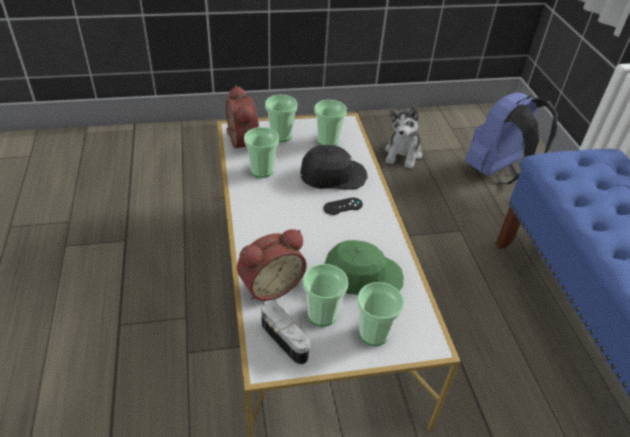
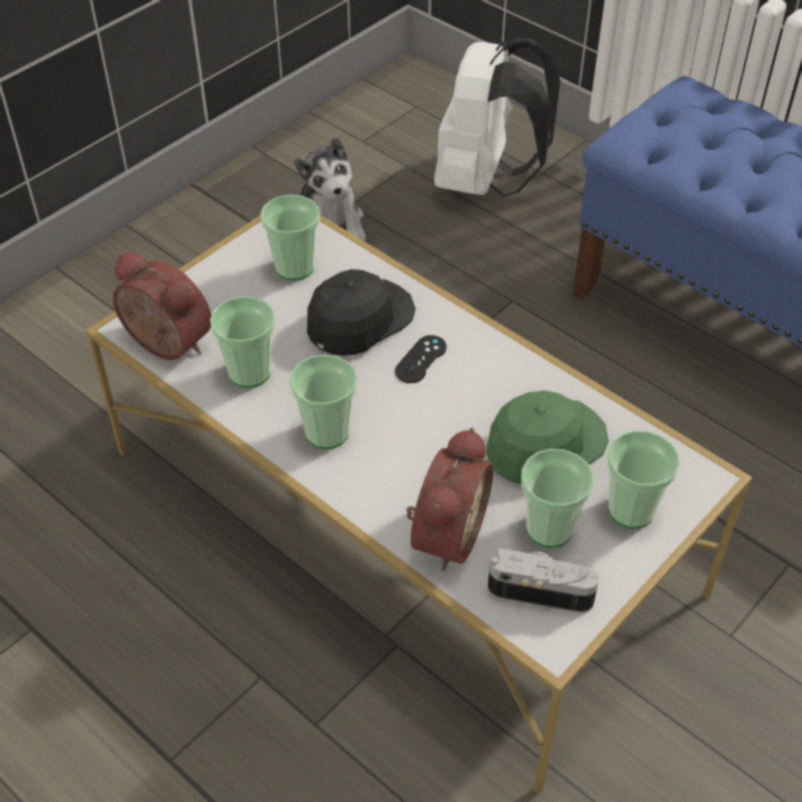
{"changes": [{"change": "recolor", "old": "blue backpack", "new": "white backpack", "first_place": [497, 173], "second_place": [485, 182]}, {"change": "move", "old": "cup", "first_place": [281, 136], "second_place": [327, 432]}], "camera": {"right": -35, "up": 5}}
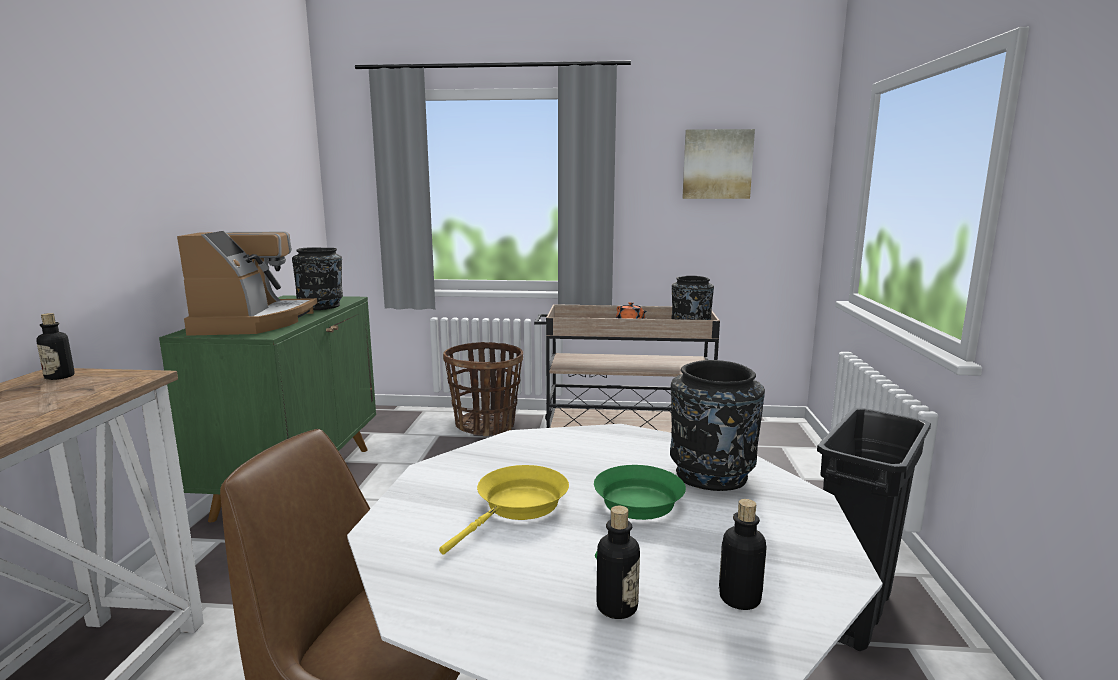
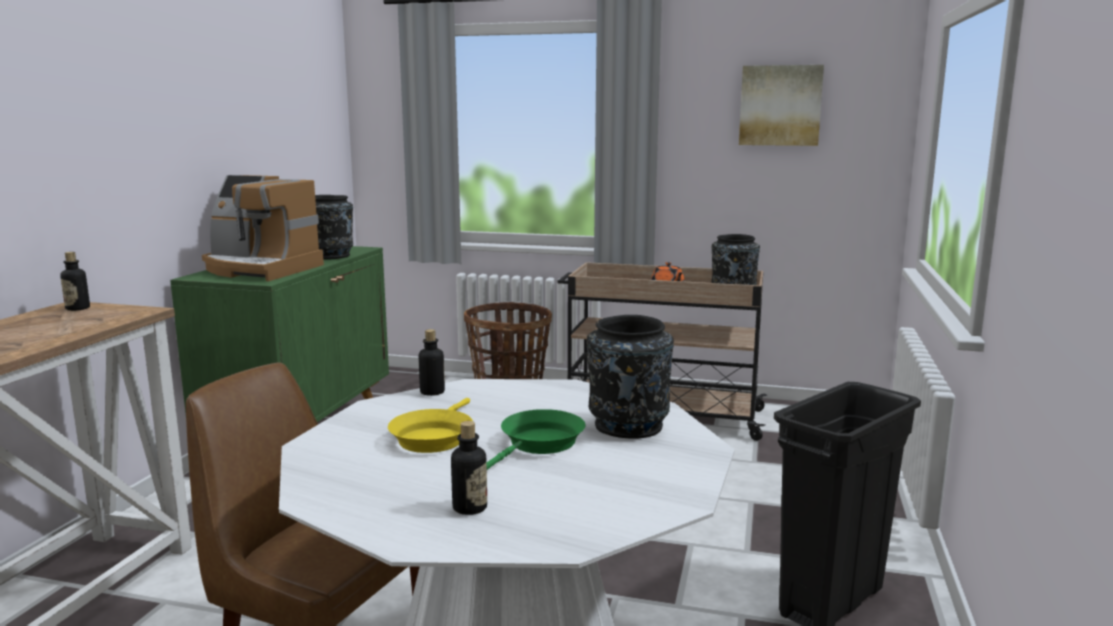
{"changes": [{"change": "rotate", "old": "coffee machine", "first_place": [254, 322], "second_place": [260, 269], "degrees": 105}, {"change": "rotate", "old": "yellow frying pan", "first_place": [518, 507], "second_place": [433, 437], "degrees": 150}, {"change": "move", "old": "bottle", "first_place": [739, 598], "second_place": [432, 392]}], "camera": {"right": 10, "up": 0}}
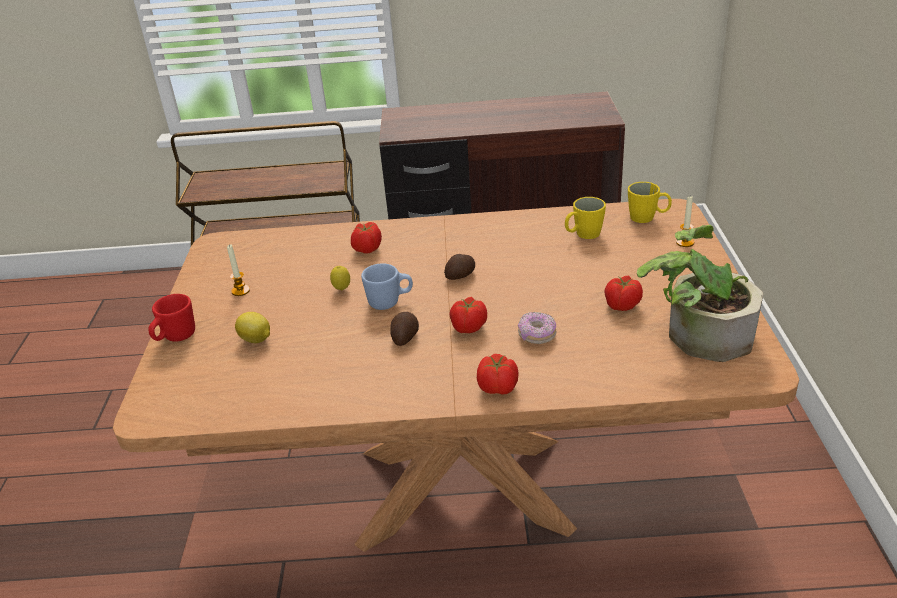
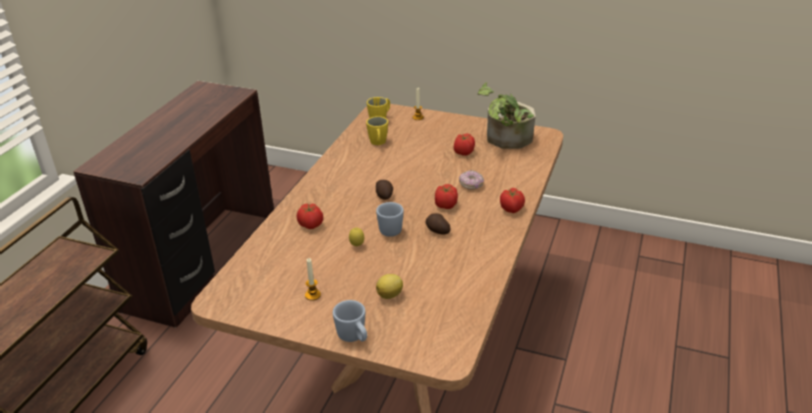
{"changes": [{"change": "recolor", "old": "red mug", "new": "blue mug", "first_place": [175, 338], "second_place": [354, 337]}], "camera": {"right": -70, "up": 0}}
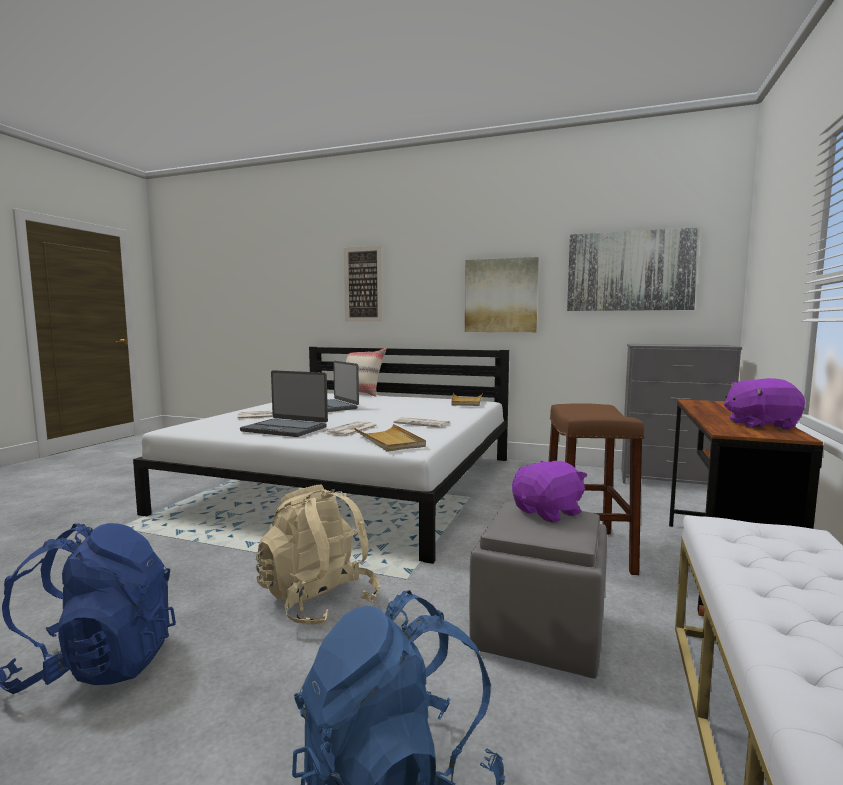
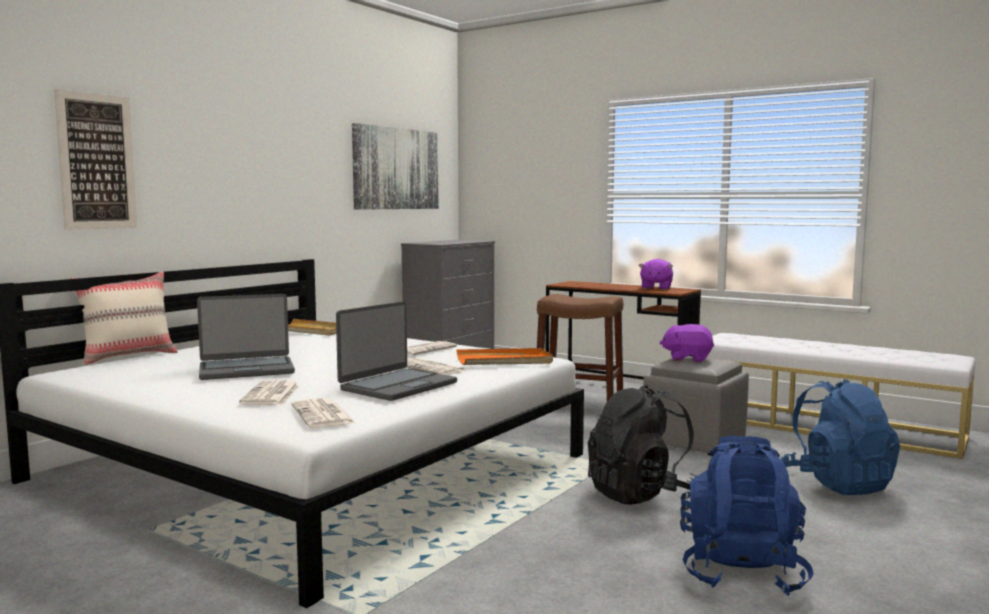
{"changes": [{"change": "delete", "old": "picture", "first_place": [501, 295]}, {"change": "recolor", "old": "beige tray", "new": "orange tray", "first_place": [389, 441], "second_place": [504, 361]}, {"change": "rotate", "old": "purple plush toy", "first_place": [548, 512], "second_place": [687, 359], "degrees": -60}, {"change": "recolor", "old": "beige backpack", "new": "black backpack", "first_place": [318, 601], "second_place": [641, 494]}, {"change": "insert", "new": "newspaper", "second_place": [323, 415]}], "camera": {"right": -75, "up": 0}}
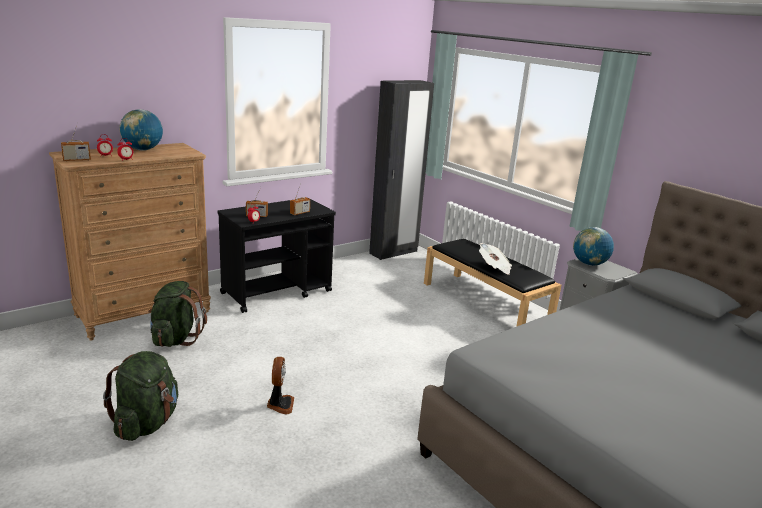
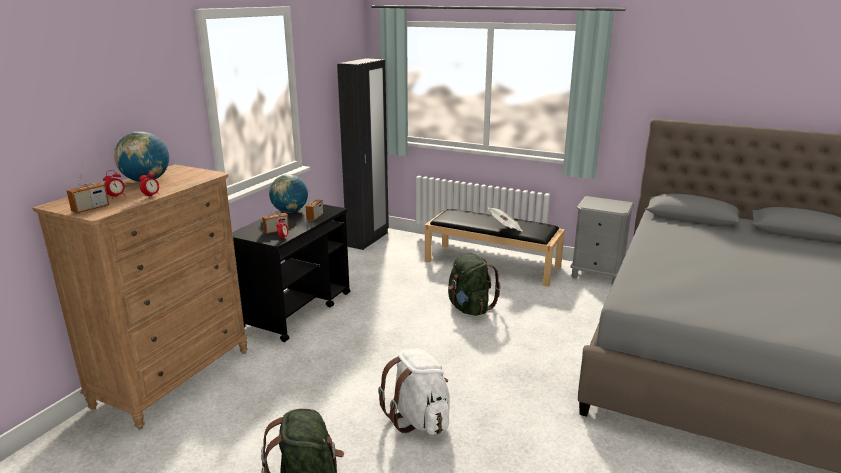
{"changes": [{"change": "move", "old": "globe", "first_place": [589, 264], "second_place": [290, 211]}, {"change": "move", "old": "green backpack", "first_place": [175, 338], "second_place": [469, 308]}, {"change": "replace", "old": "fan", "new": "white backpack", "first_place": [280, 404], "second_place": [419, 419]}], "camera": {"right": -25, "up": 0}}
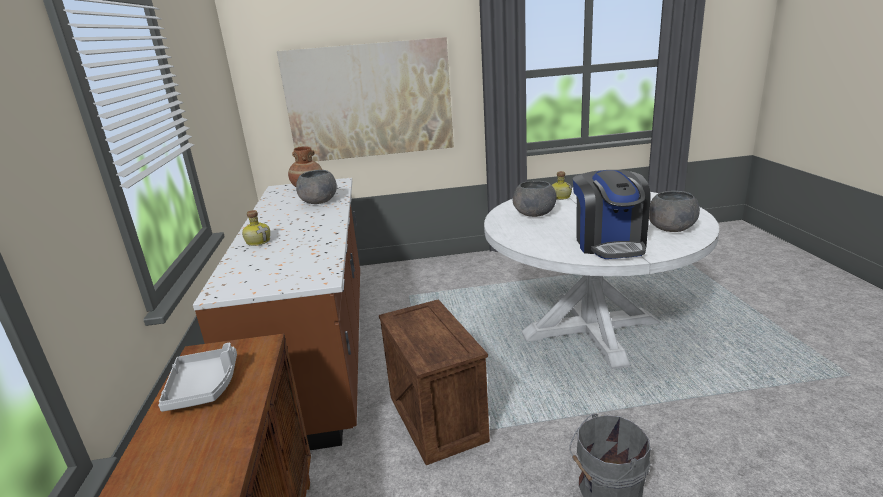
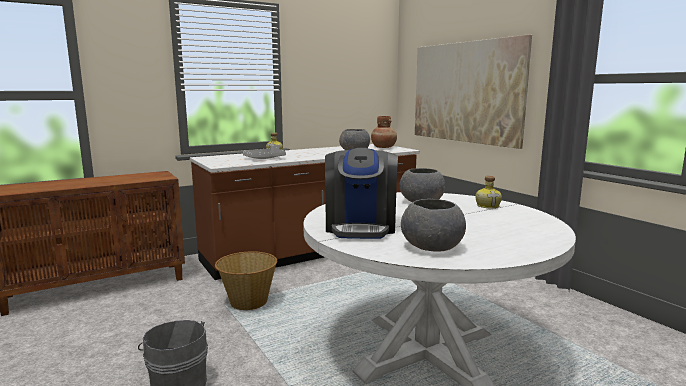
{"changes": [{"change": "rotate", "old": "coffee machine", "first_place": [609, 244], "second_place": [360, 227], "degrees": -60}, {"change": "replace", "old": "crate", "new": "basket", "first_place": [435, 418], "second_place": [248, 302]}, {"change": "move", "old": "grey tray", "first_place": [204, 387], "second_place": [265, 158]}], "camera": {"right": 65, "up": -10}}
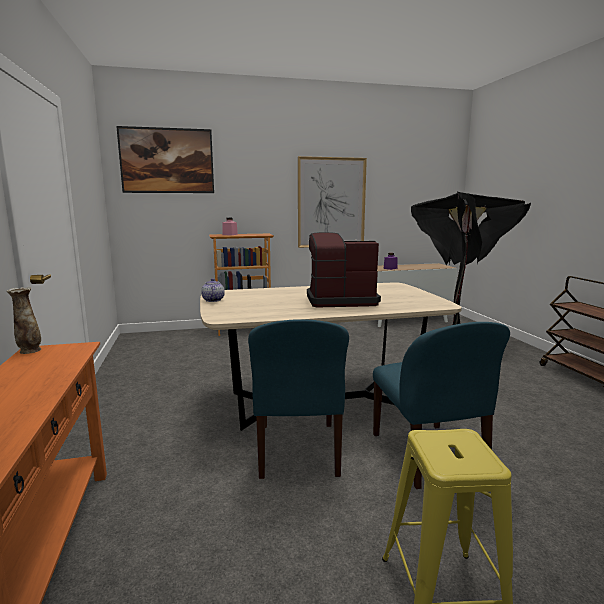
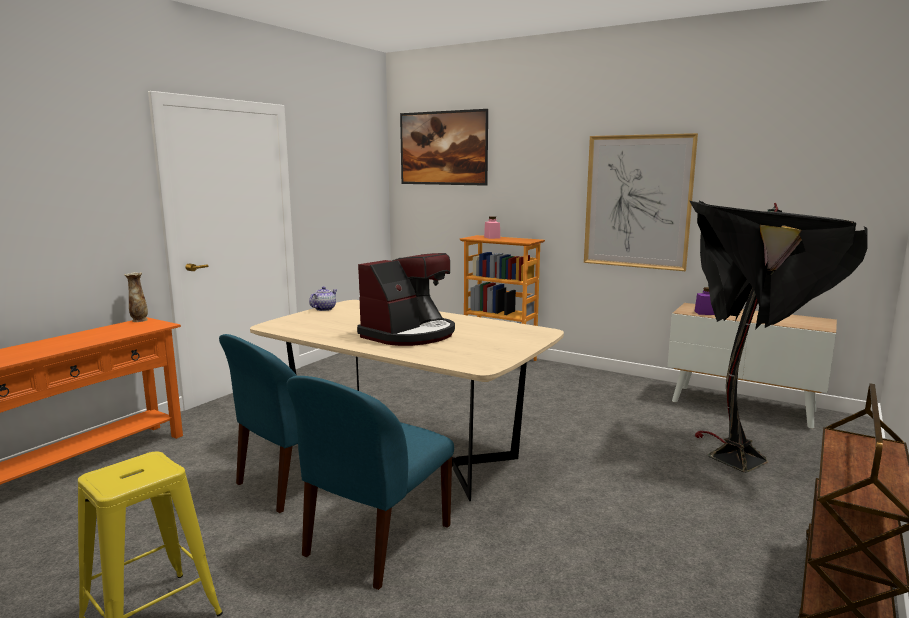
{"changes": [{"change": "rotate", "old": "coffee machine", "first_place": [340, 300], "second_place": [409, 334], "degrees": 90}], "camera": {"right": 45, "up": 0}}
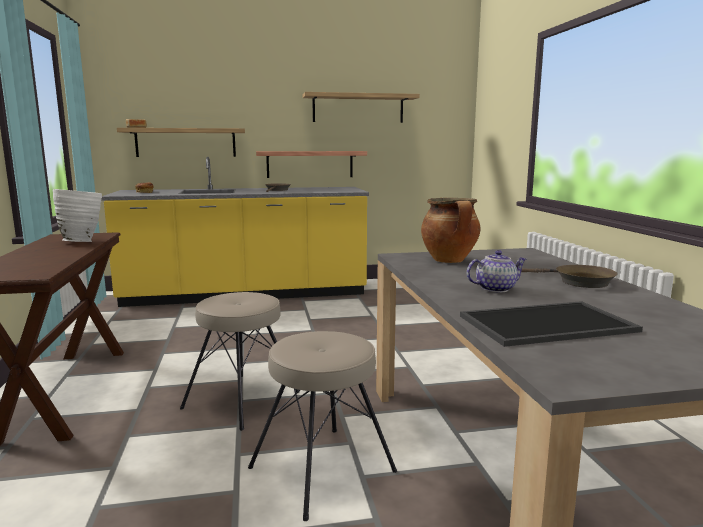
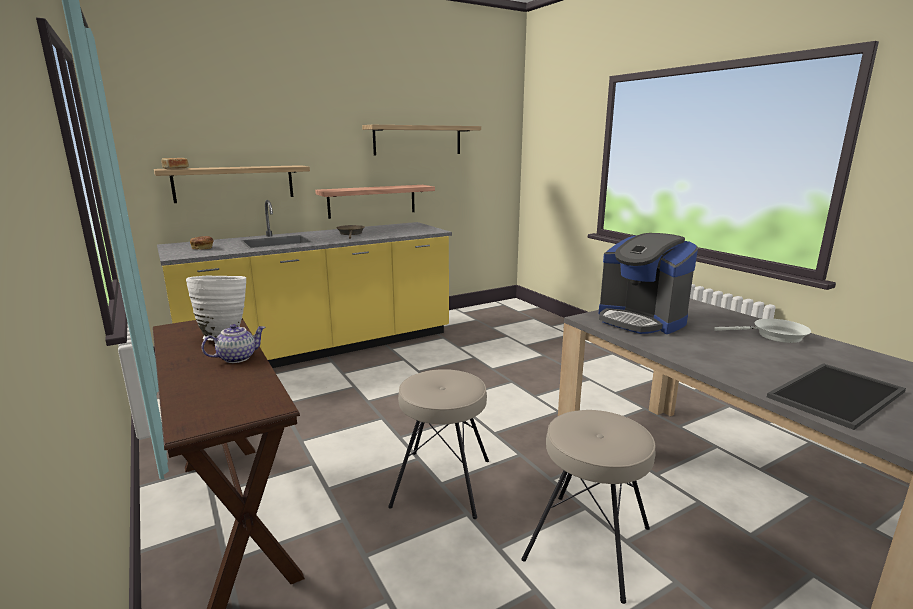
{"changes": [{"change": "replace", "old": "cooking pot", "new": "coffee machine", "first_place": [450, 261], "second_place": [640, 320]}, {"change": "move", "old": "teapot", "first_place": [495, 288], "second_place": [237, 358]}, {"change": "recolor", "old": "brown frying pan", "new": "white frying pan", "first_place": [578, 282], "second_place": [774, 336]}], "camera": {"right": -20, "up": 5}}
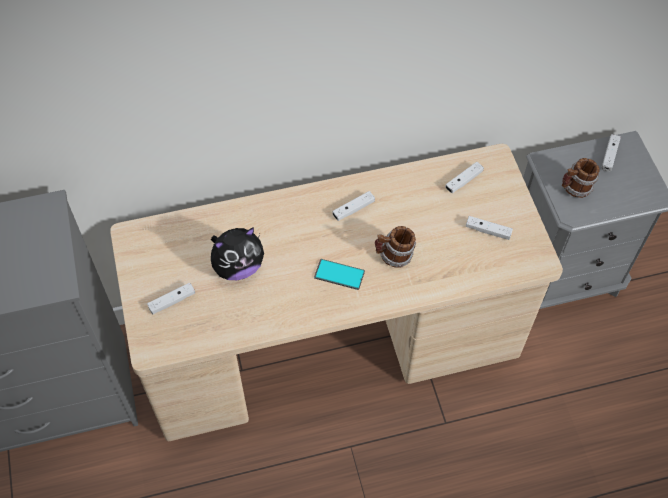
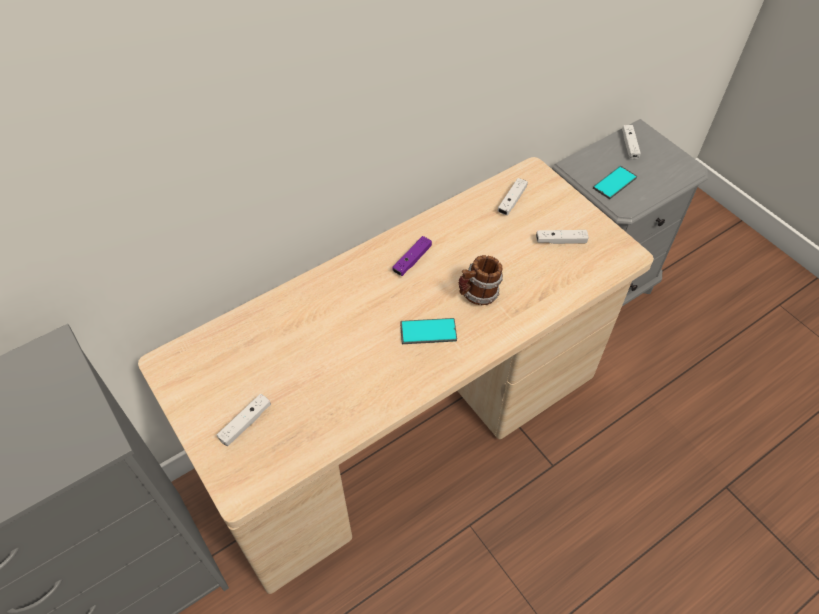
{"changes": [{"change": "replace", "old": "mug", "new": "phone", "first_place": [575, 188], "second_place": [614, 183]}, {"change": "recolor", "old": "white game controller", "new": "purple game controller", "first_place": [353, 209], "second_place": [412, 260]}, {"change": "delete", "old": "plush toy", "first_place": [238, 266]}], "camera": {"right": -20, "up": -5}}
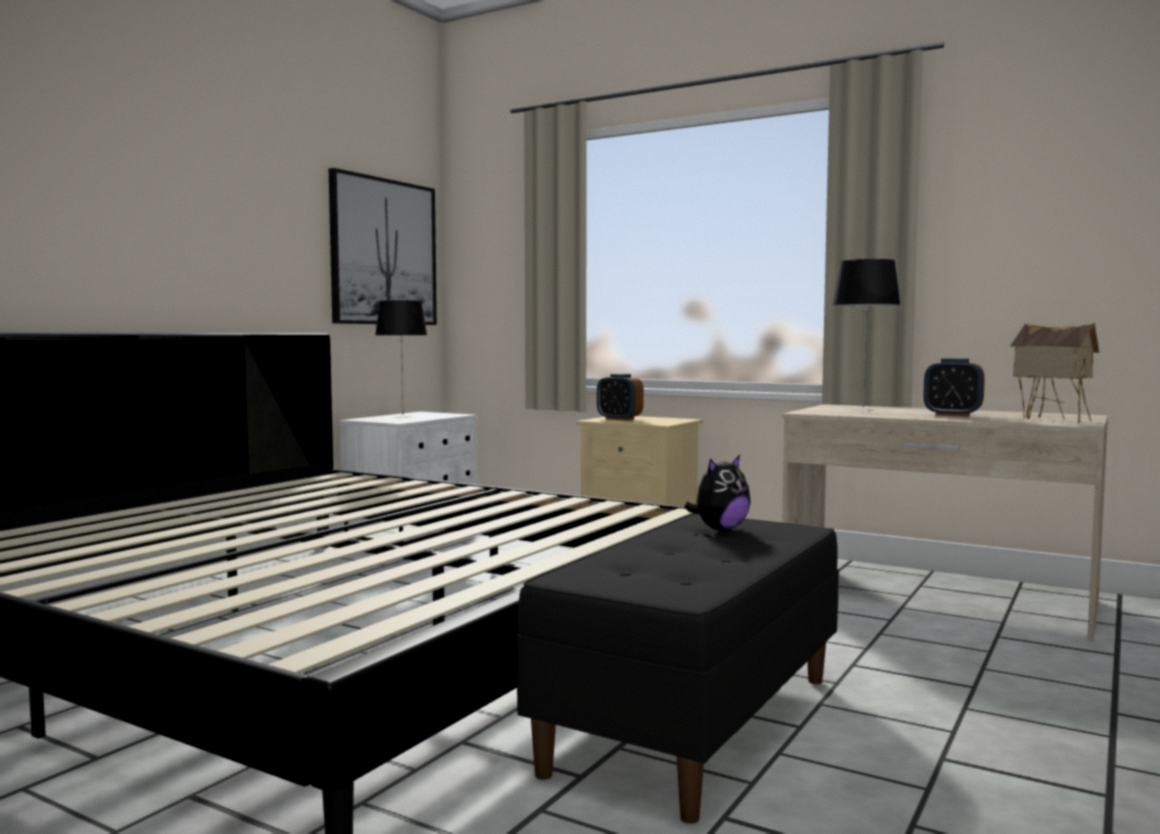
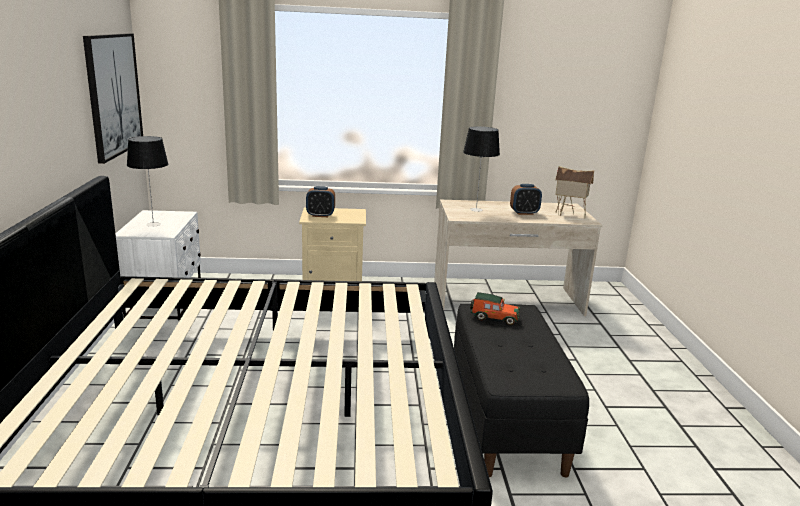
{"changes": [{"change": "replace", "old": "plush toy", "new": "toy car", "first_place": [720, 529], "second_place": [493, 318]}], "camera": {"right": -35, "up": 15}}
